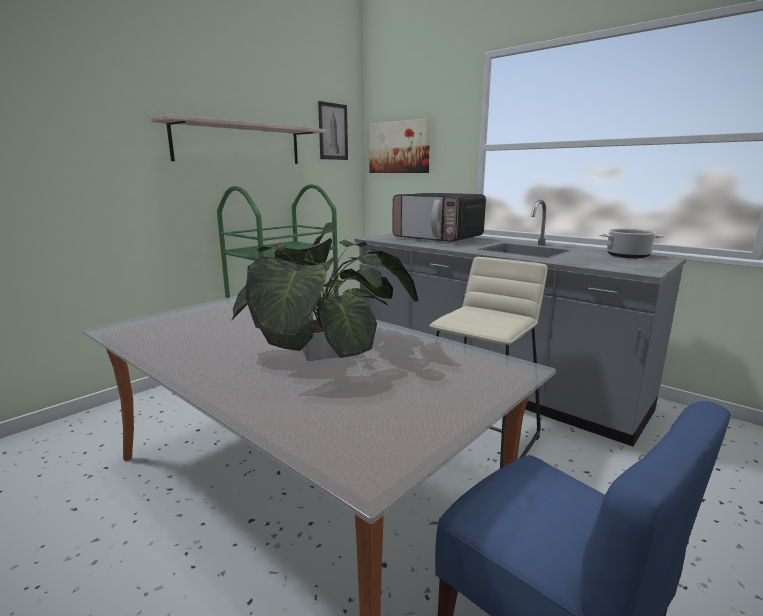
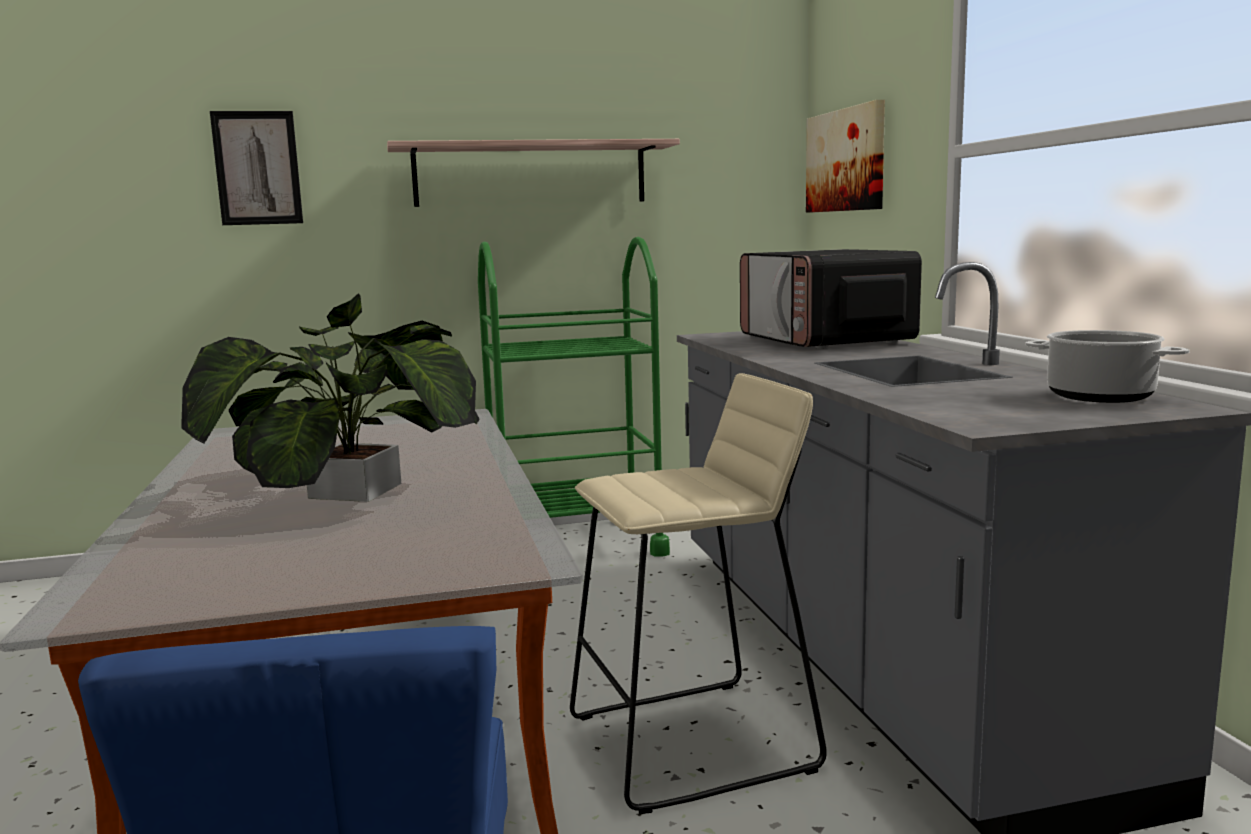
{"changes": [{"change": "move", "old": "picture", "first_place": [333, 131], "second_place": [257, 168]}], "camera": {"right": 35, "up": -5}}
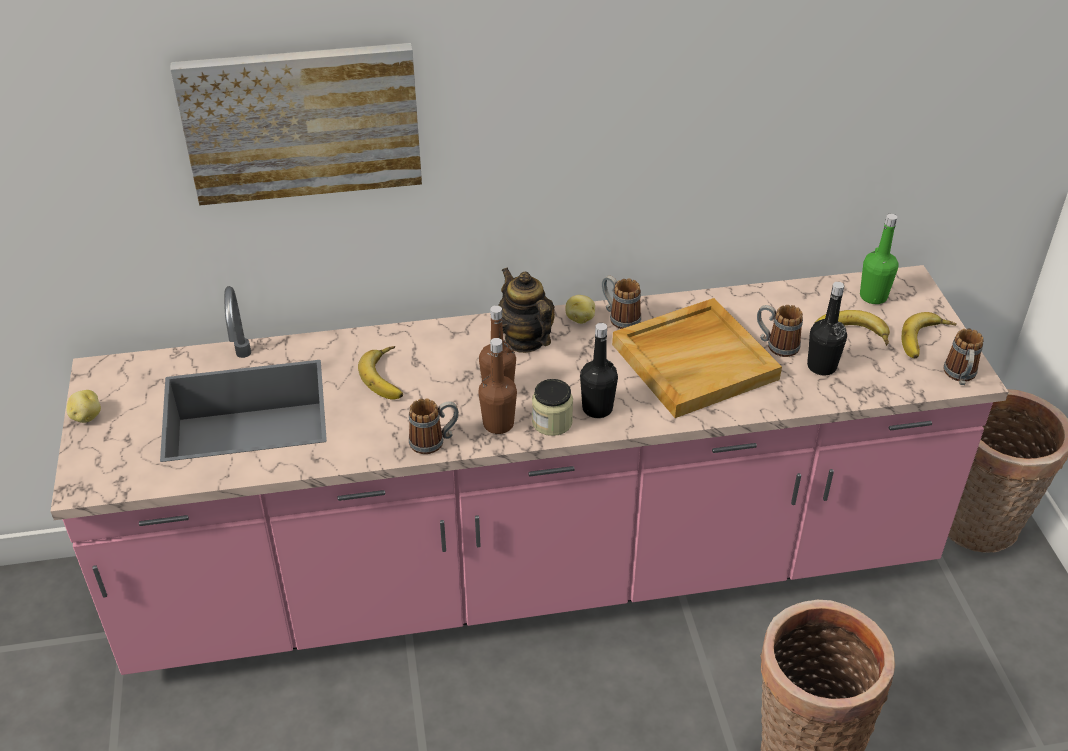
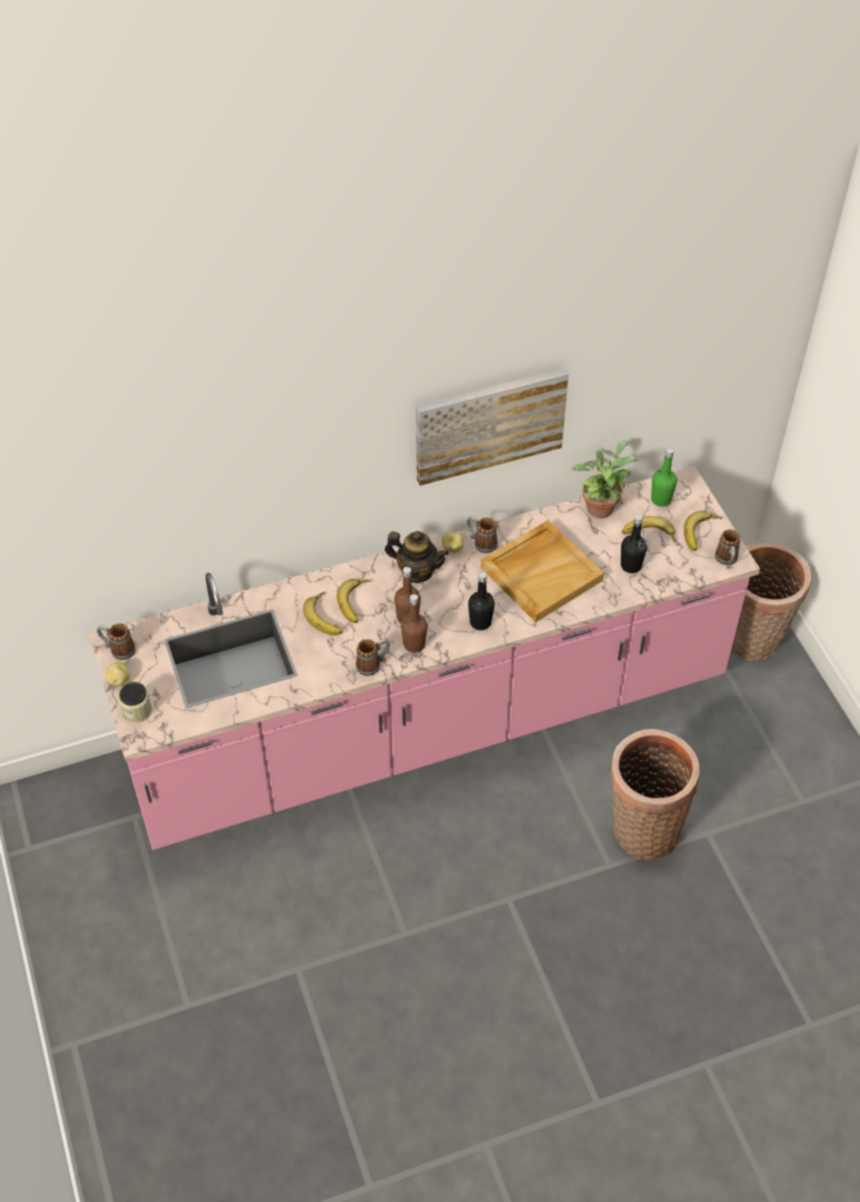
{"changes": [{"change": "move", "old": "picture", "first_place": [302, 122], "second_place": [489, 423]}, {"change": "rotate", "old": "teapot", "first_place": [525, 340], "second_place": [417, 571], "degrees": 150}, {"change": "move", "old": "mug", "first_place": [776, 345], "second_place": [118, 649]}, {"change": "move", "old": "jar", "first_place": [552, 422], "second_place": [137, 710]}, {"change": "insert", "new": "potted plant", "second_place": [600, 506]}, {"change": "insert", "new": "banana", "second_place": [357, 603]}], "camera": {"right": -10, "up": 10}}
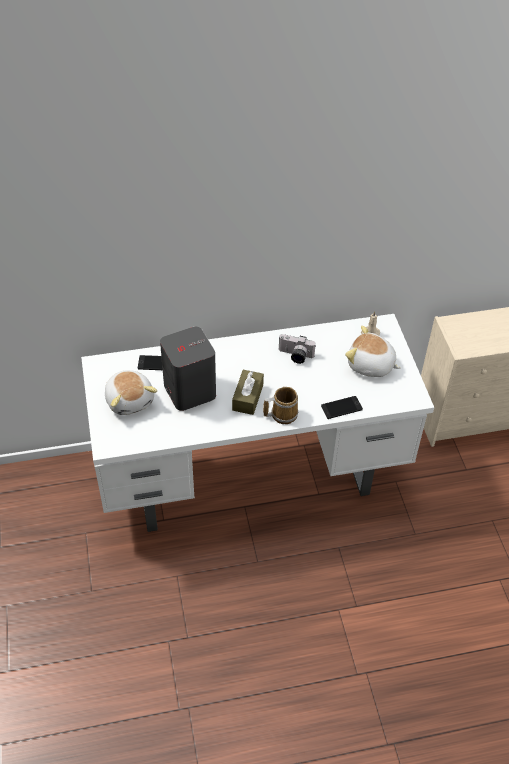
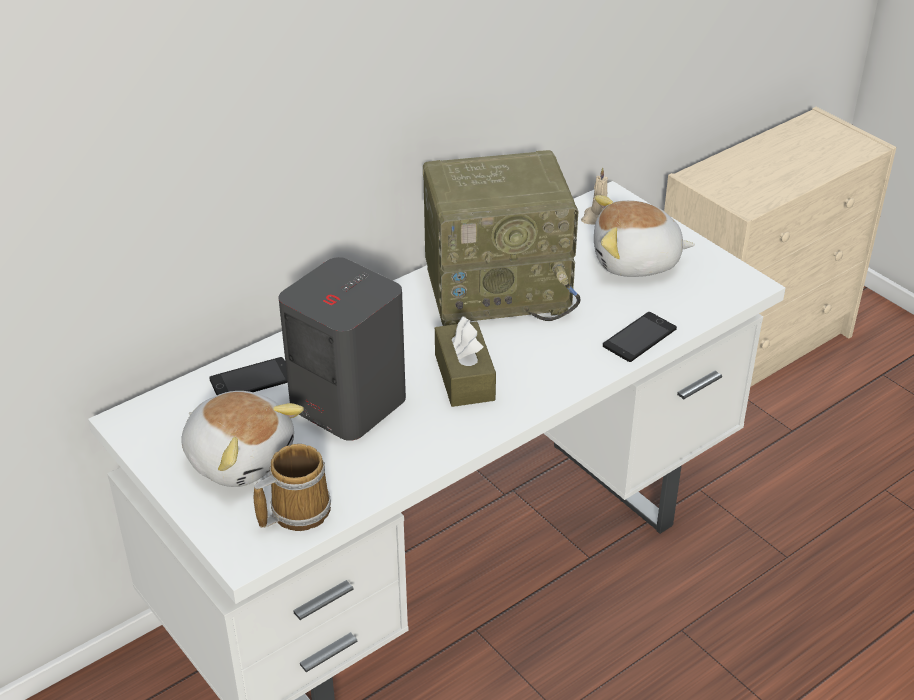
{"changes": [{"change": "replace", "old": "photo camera", "new": "radio", "first_place": [295, 356], "second_place": [499, 288]}, {"change": "move", "old": "mug", "first_place": [282, 414], "second_place": [296, 511]}], "camera": {"right": -25, "up": -10}}
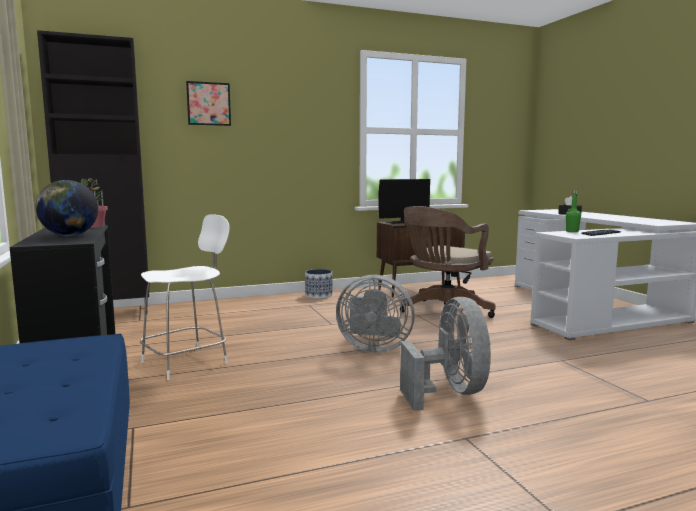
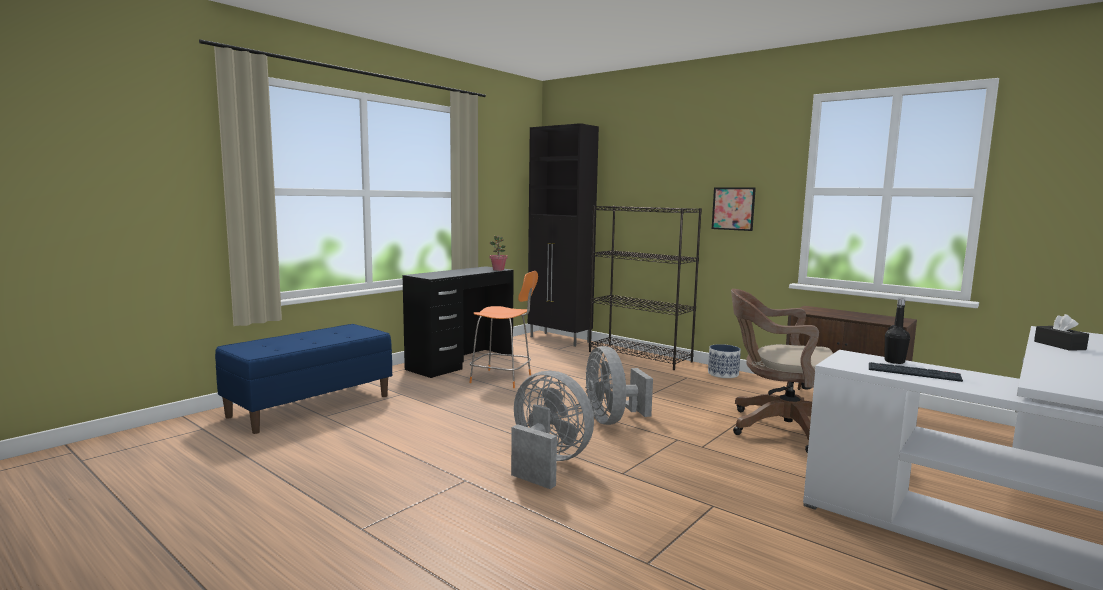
{"changes": [{"change": "move", "old": "picture", "first_place": [208, 103], "second_place": [733, 208]}, {"change": "delete", "old": "monitor", "first_place": [403, 222]}, {"change": "delete", "old": "globe", "first_place": [69, 236]}, {"change": "recolor", "old": "green bottle", "new": "black bottle", "first_place": [572, 231], "second_place": [894, 361]}, {"change": "recolor", "old": "white chair", "new": "orange chair", "first_place": [187, 362], "second_place": [503, 379]}, {"change": "rotate", "old": "grey fan", "first_place": [450, 393], "second_place": [547, 463], "degrees": -105}, {"change": "insert", "new": "black bookcase", "second_place": [640, 356]}], "camera": {"right": 60, "up": 0}}
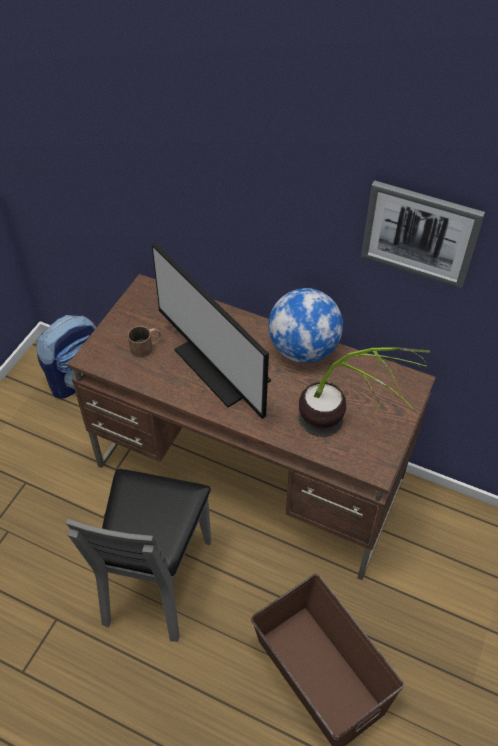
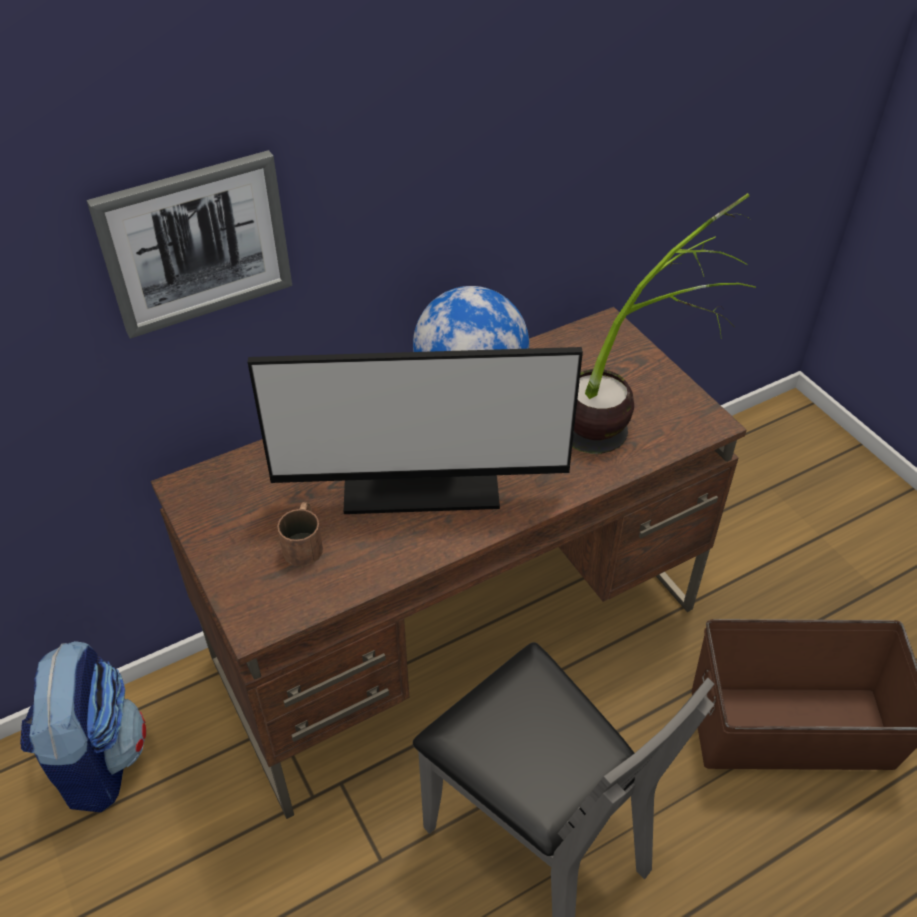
{"changes": [{"change": "move", "old": "picture", "first_place": [420, 233], "second_place": [195, 243]}], "camera": {"right": -55, "up": -5}}
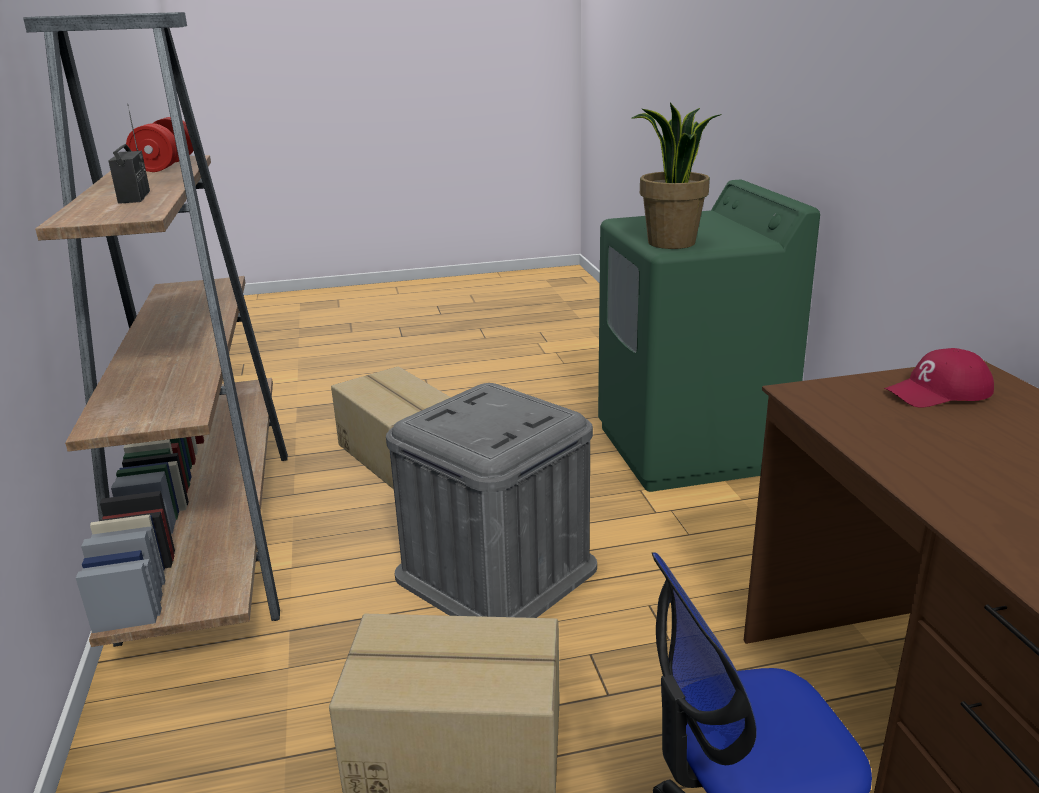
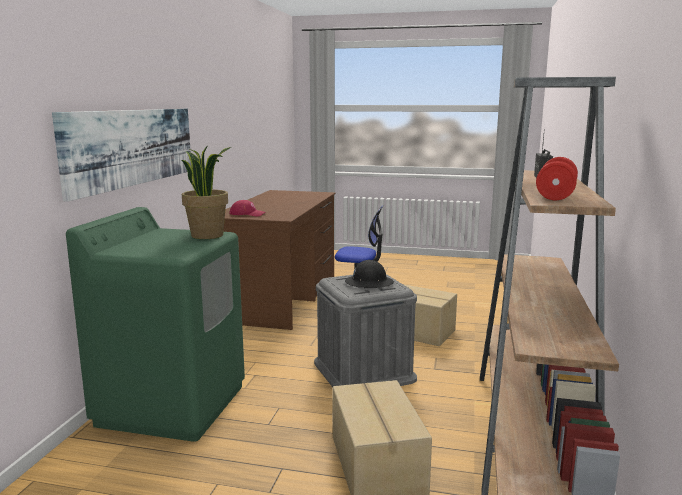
{"changes": [{"change": "insert", "new": "picture", "second_place": [133, 147]}, {"change": "insert", "new": "black hard hat", "second_place": [369, 283]}], "camera": {"right": -155, "up": -10}}
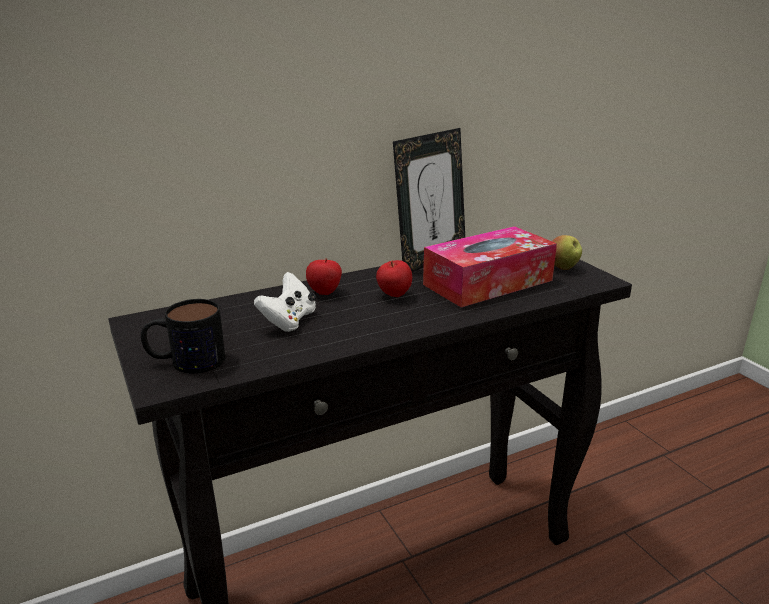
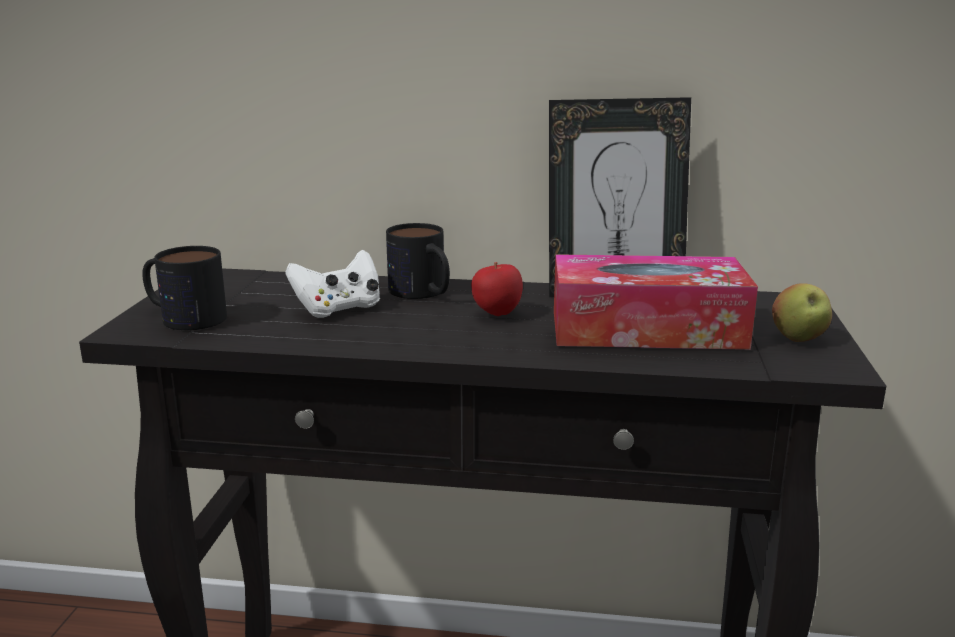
{"changes": [{"change": "replace", "old": "apple", "new": "mug", "first_place": [325, 293], "second_place": [424, 293]}], "camera": {"right": 35, "up": -5}}
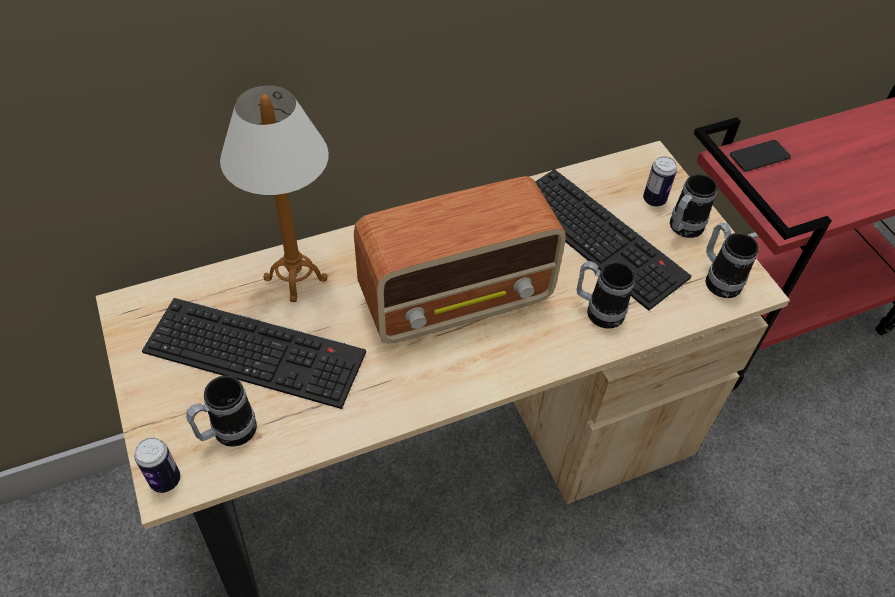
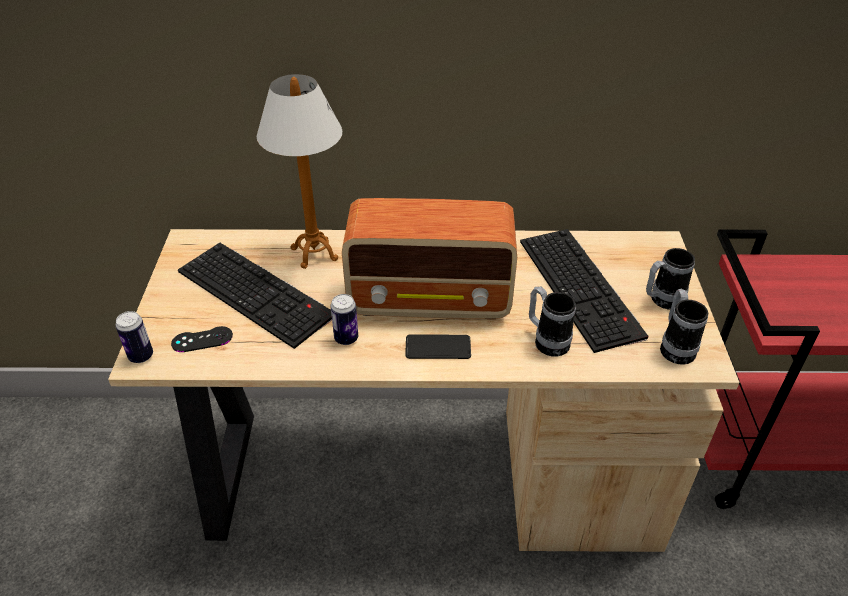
{"changes": [{"change": "move", "old": "phone", "first_place": [759, 156], "second_place": [438, 347]}, {"change": "move", "old": "can", "first_place": [654, 200], "second_place": [346, 338]}, {"change": "replace", "old": "mug", "new": "black game controller", "first_place": [227, 433], "second_place": [202, 339]}], "camera": {"right": 25, "up": -10}}
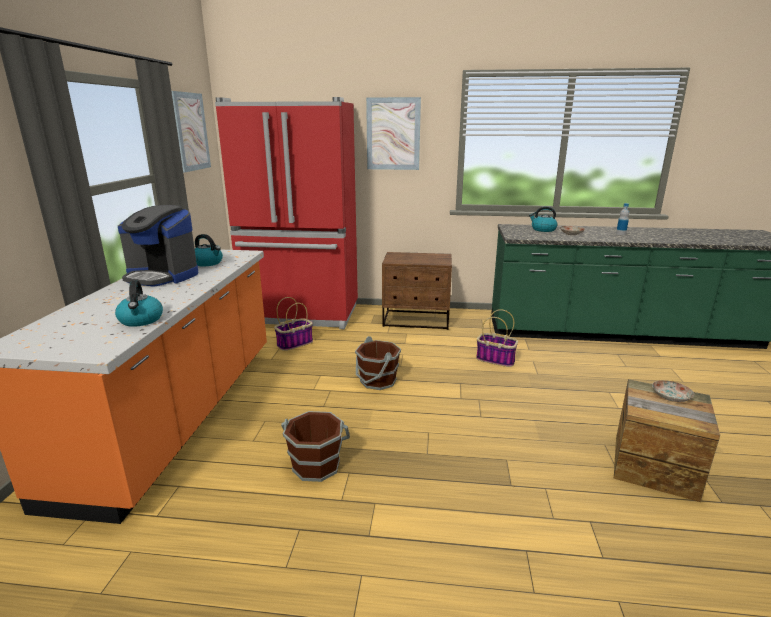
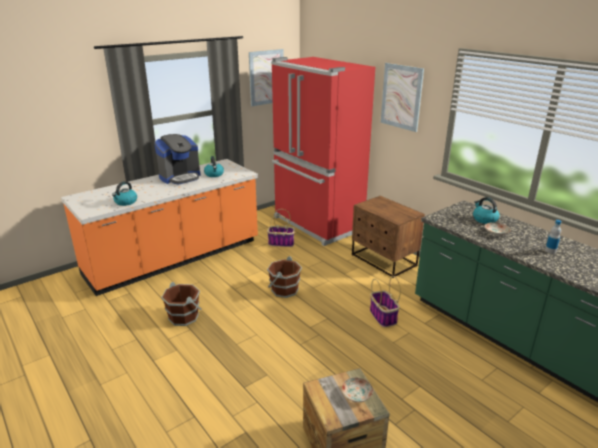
{"changes": [{"change": "rotate", "old": "coffee machine", "first_place": [162, 276], "second_place": [180, 177], "degrees": -105}], "camera": {"right": 45, "up": 5}}
